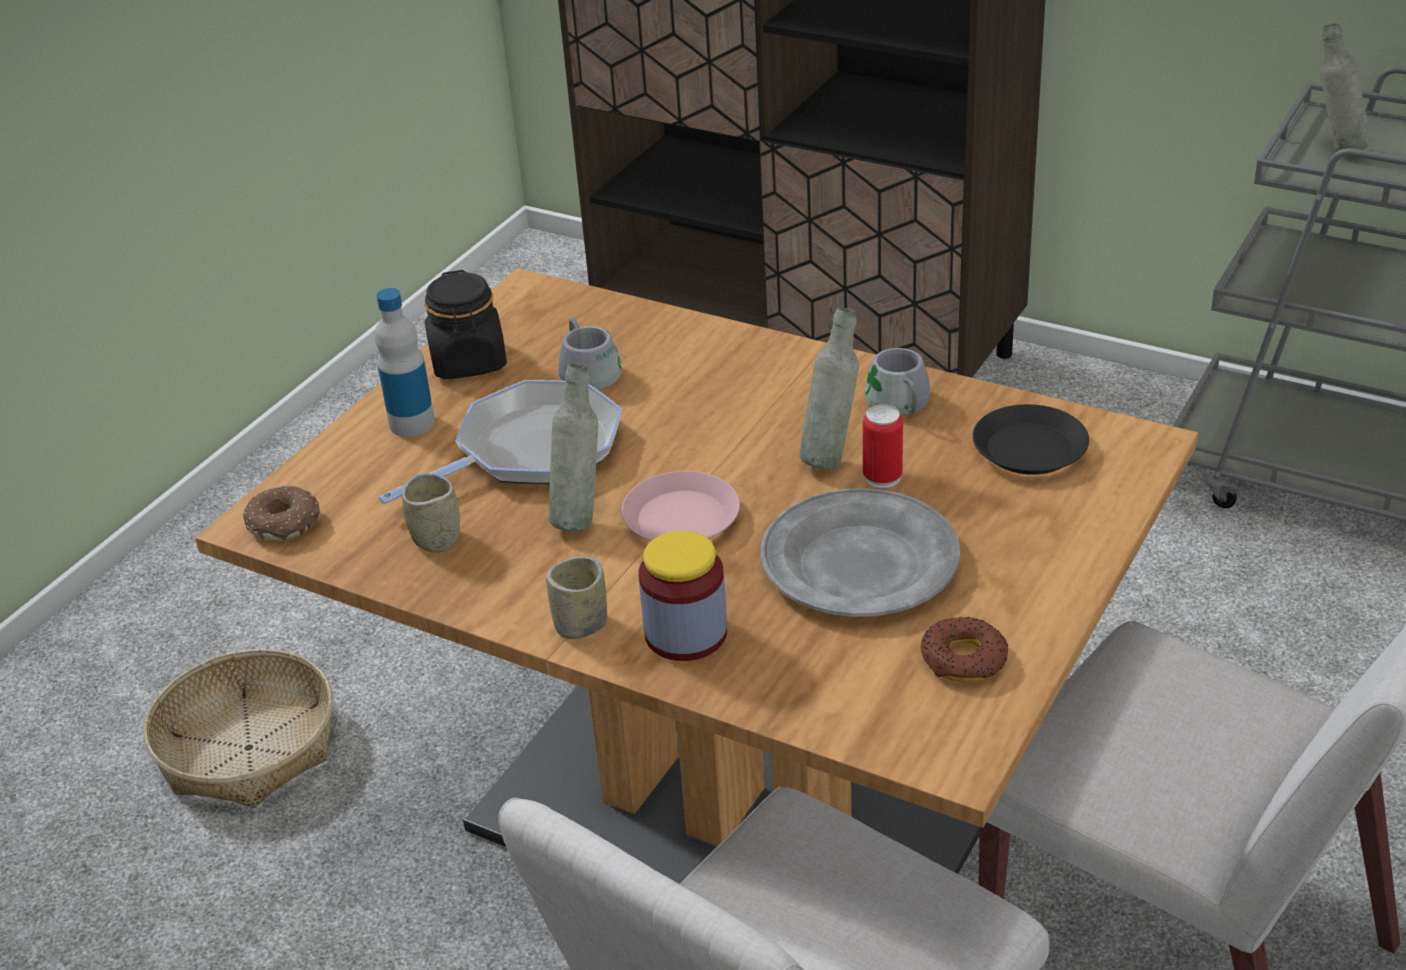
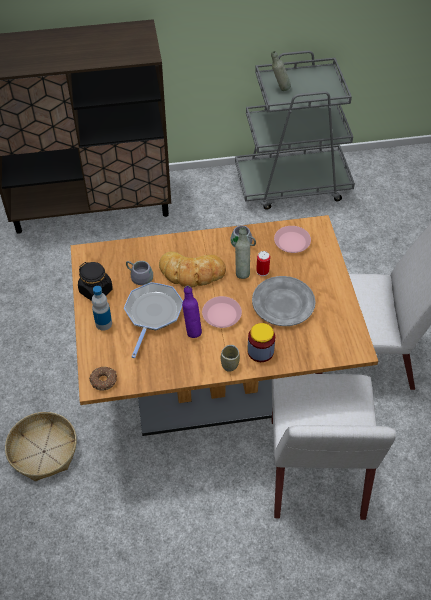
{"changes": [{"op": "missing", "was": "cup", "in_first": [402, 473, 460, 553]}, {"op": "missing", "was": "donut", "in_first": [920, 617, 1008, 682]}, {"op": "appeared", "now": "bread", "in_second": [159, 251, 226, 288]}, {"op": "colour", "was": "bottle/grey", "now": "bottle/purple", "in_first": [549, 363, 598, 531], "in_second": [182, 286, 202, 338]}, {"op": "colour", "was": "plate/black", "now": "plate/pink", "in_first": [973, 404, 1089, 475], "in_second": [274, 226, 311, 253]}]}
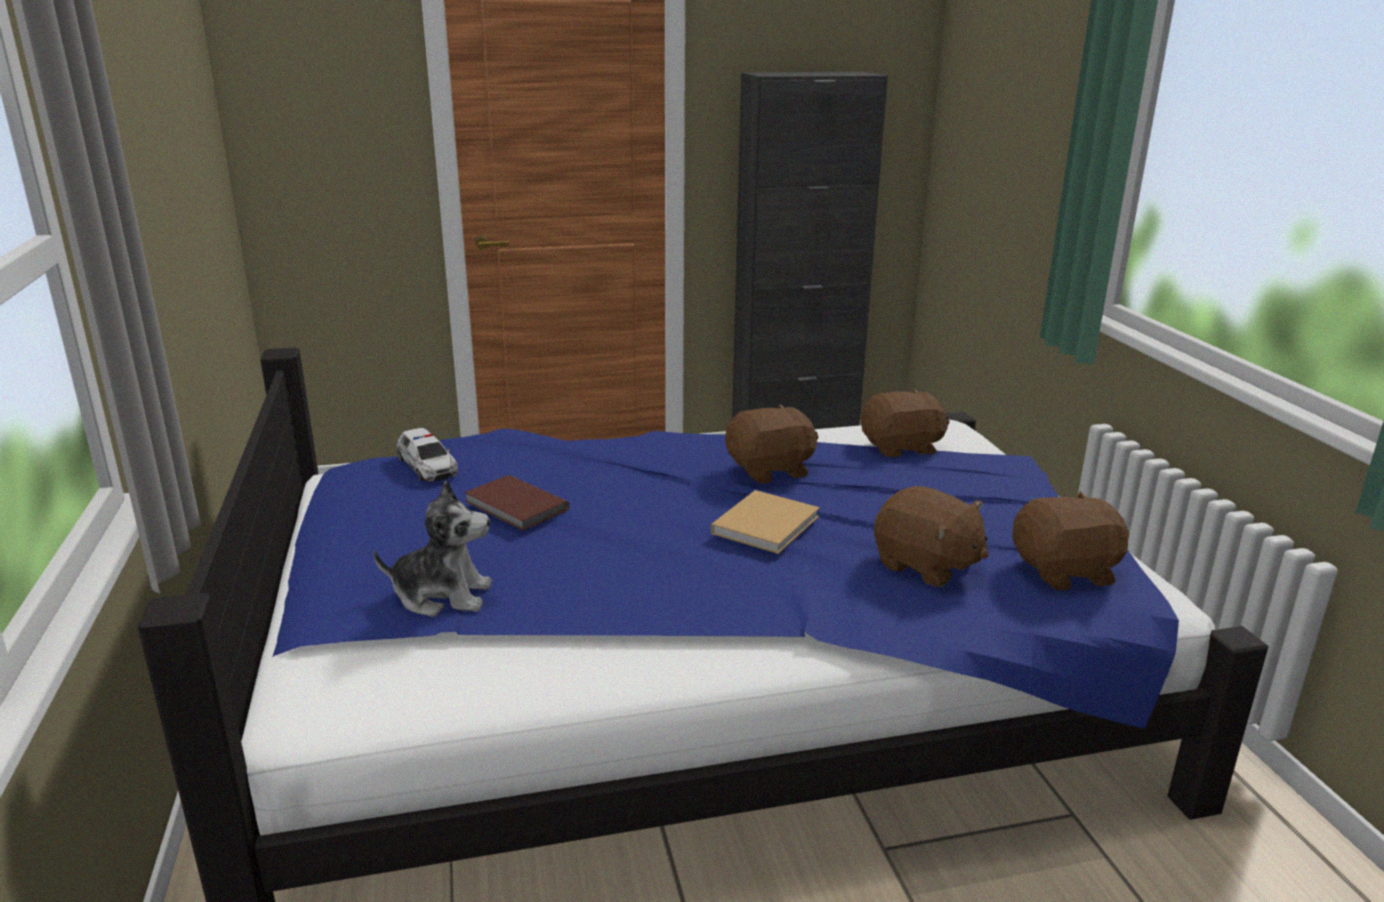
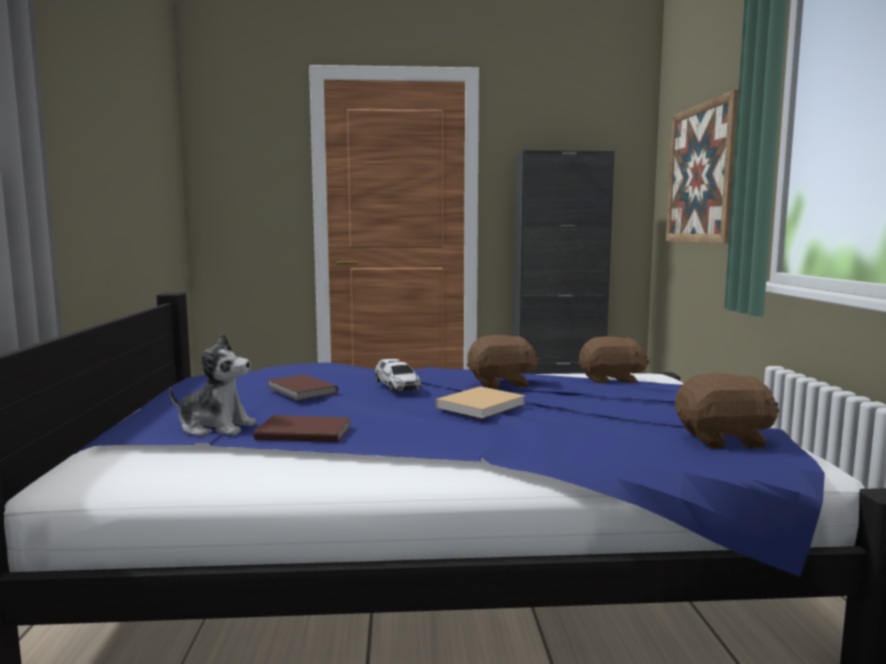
{"changes": [{"op": "missing", "was": "plush toy/brown", "in_first": [874, 486, 989, 587]}, {"op": "appeared", "now": "book/brown", "in_second": [254, 415, 351, 442]}, {"op": "appeared", "now": "picture", "in_second": [666, 90, 739, 243]}, {"op": "relocated", "was": "toy car", "in_first": [397, 428, 458, 482], "in_second": [375, 359, 421, 391]}]}
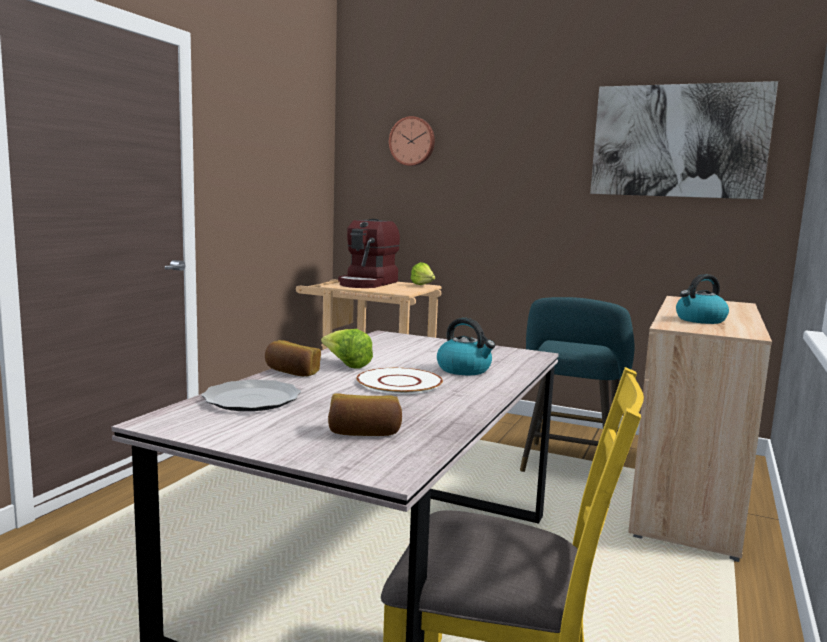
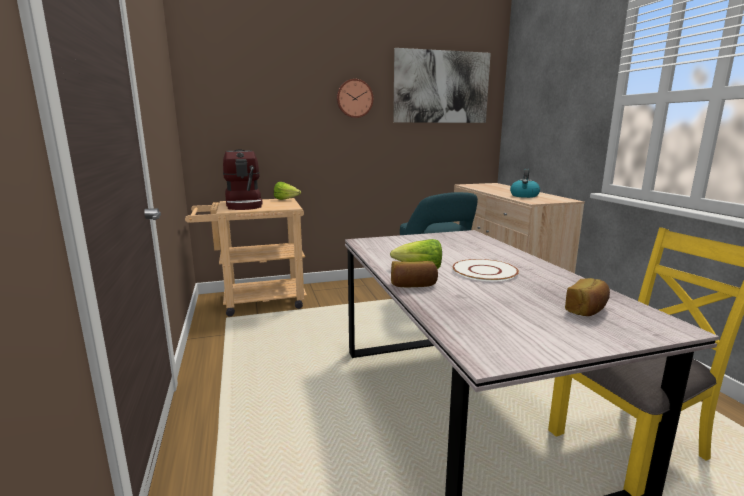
{"changes": [{"op": "missing", "was": "plate", "in_first": [201, 379, 301, 411]}, {"op": "missing", "was": "kettle", "in_first": [437, 318, 495, 375]}, {"op": "relocated", "was": "wall clock", "in_first": [389, 116, 435, 166], "in_second": [337, 79, 373, 118]}]}
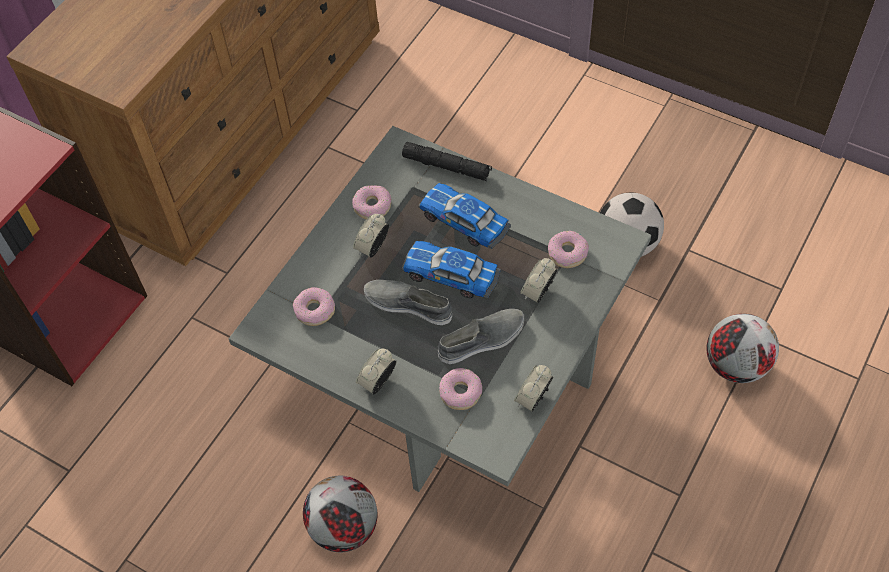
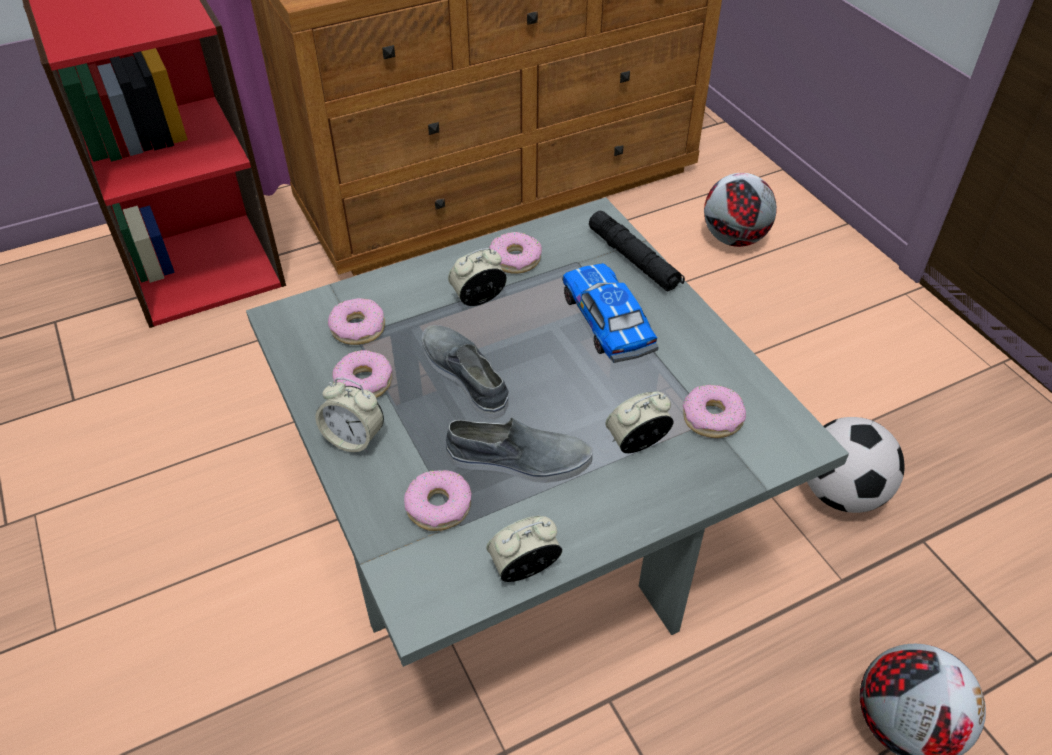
{"changes": [{"op": "missing", "was": "toy car", "in_first": [402, 241, 501, 298]}, {"op": "appeared", "now": "donut", "in_second": [333, 350, 392, 398]}, {"op": "relocated", "was": "football", "in_first": [303, 476, 378, 552], "in_second": [704, 173, 777, 247]}, {"op": "spun", "was": "alarm clock", "in_first": [356, 349, 397, 394], "in_second": [315, 378, 384, 453], "clockwise": -135}]}
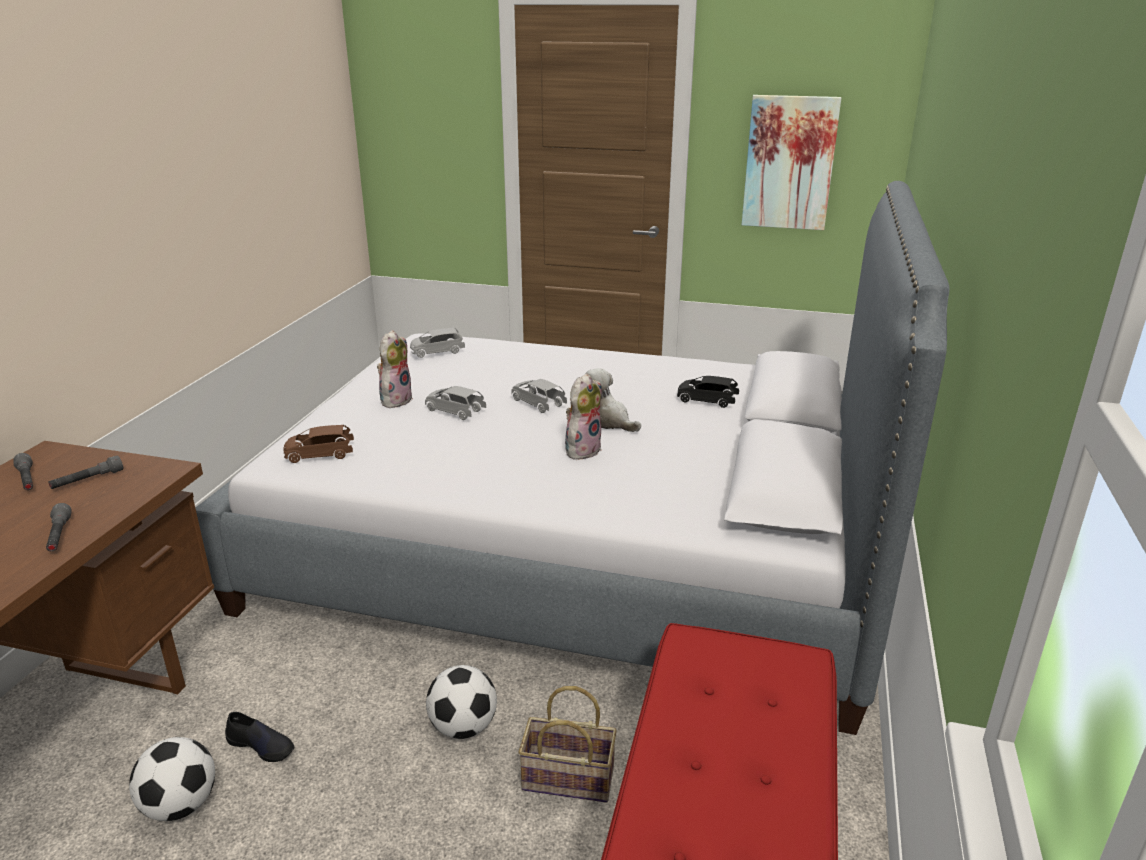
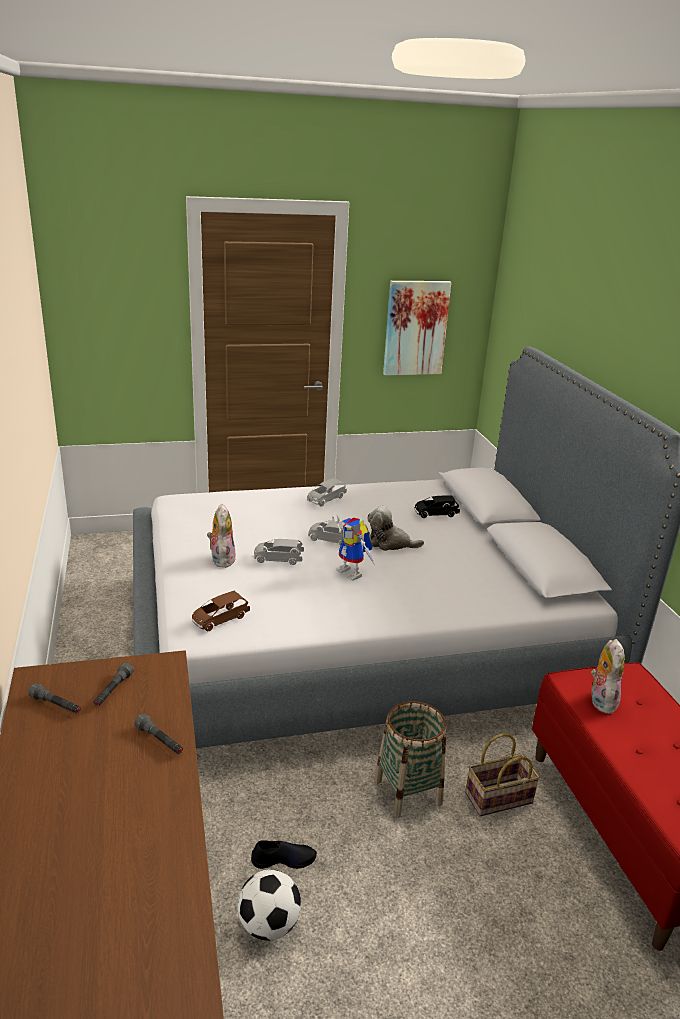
{"changes": [{"op": "appeared", "now": "toy robot", "in_second": [332, 515, 375, 580]}, {"op": "relocated", "was": "toy car/grey", "in_first": [410, 328, 465, 358], "in_second": [307, 478, 347, 507]}, {"op": "relocated", "was": "plush toy", "in_first": [565, 374, 602, 460], "in_second": [591, 639, 625, 714]}, {"op": "exchanged", "was": "football", "now": "basket", "in_first": [426, 665, 497, 739], "in_second": [374, 701, 447, 818]}]}
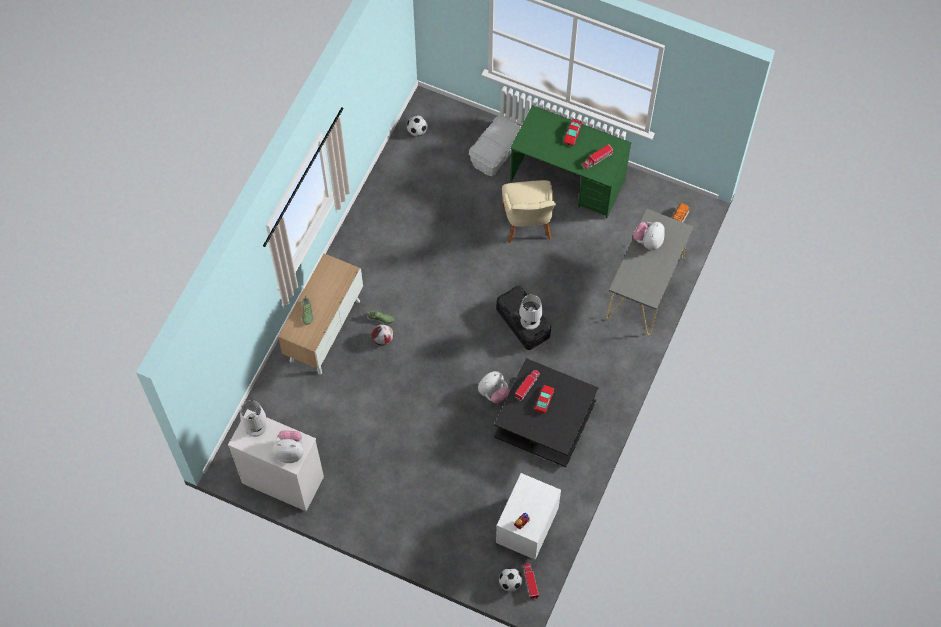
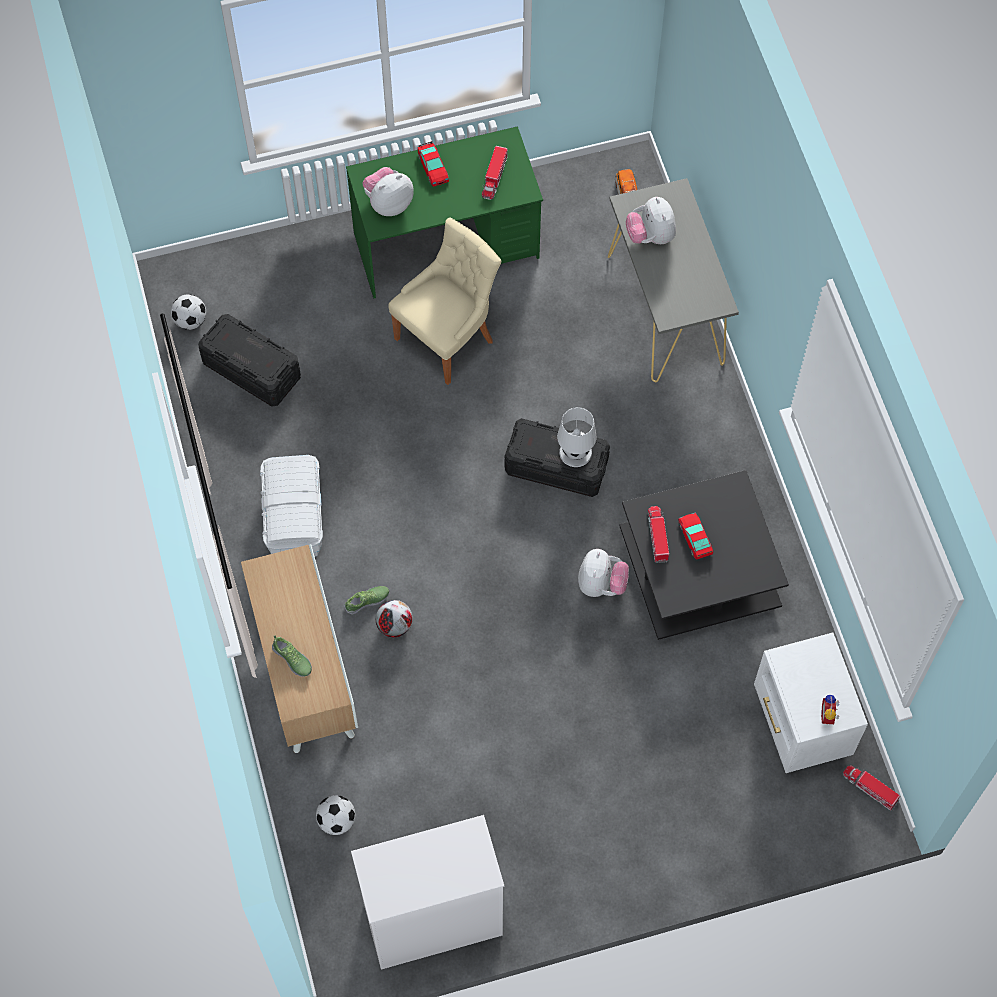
{"changes": [{"op": "missing", "was": "table lamp/white", "in_first": [240, 400, 267, 437]}, {"op": "appeared", "now": "storage box/black", "in_second": [198, 314, 301, 407]}, {"op": "relocated", "was": "plush toy", "in_first": [272, 430, 304, 463], "in_second": [363, 167, 414, 216]}, {"op": "relocated", "was": "storage box/white", "in_first": [469, 116, 521, 176], "in_second": [260, 455, 323, 557]}, {"op": "relocated", "was": "football", "in_first": [499, 568, 522, 592], "in_second": [316, 795, 355, 835]}, {"op": "spun", "was": "chair/beige", "in_first": [502, 180, 556, 243], "in_second": [388, 218, 501, 385], "clockwise": -90}]}
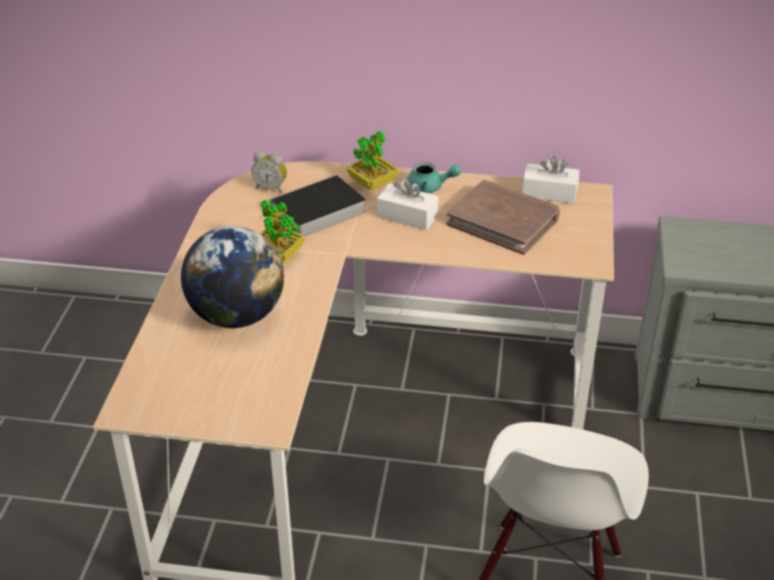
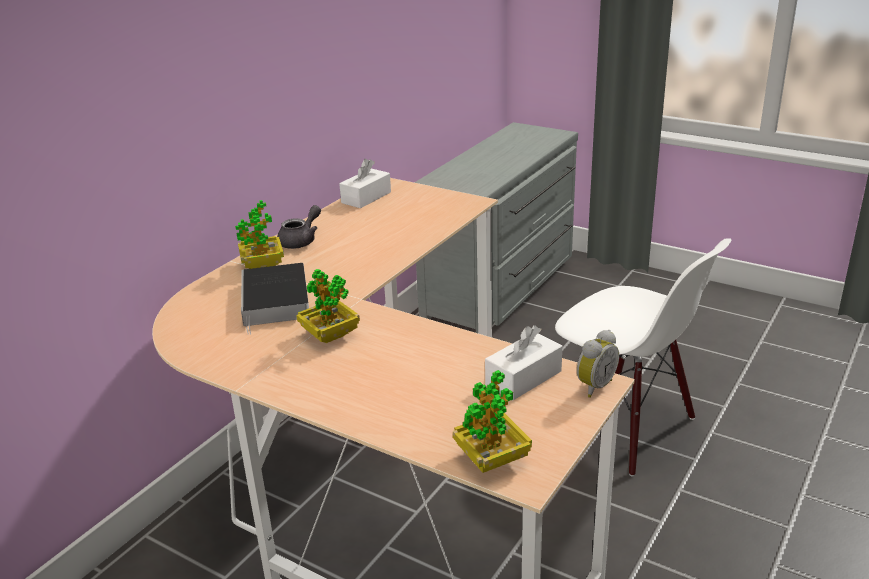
{"changes": [{"op": "missing", "was": "globe", "in_first": [181, 226, 284, 328]}, {"op": "missing", "was": "book/brown", "in_first": [446, 180, 560, 255]}, {"op": "appeared", "now": "potted plant", "in_second": [453, 370, 532, 473]}, {"op": "relocated", "was": "alarm clock", "in_first": [252, 150, 287, 194], "in_second": [577, 330, 619, 398]}, {"op": "relocated", "was": "tissue box/white", "in_first": [377, 178, 438, 230], "in_second": [485, 325, 562, 401]}, {"op": "colour", "was": "teapot/turquoise", "now": "teapot/grey", "in_first": [407, 162, 461, 193], "in_second": [277, 205, 321, 249]}]}
